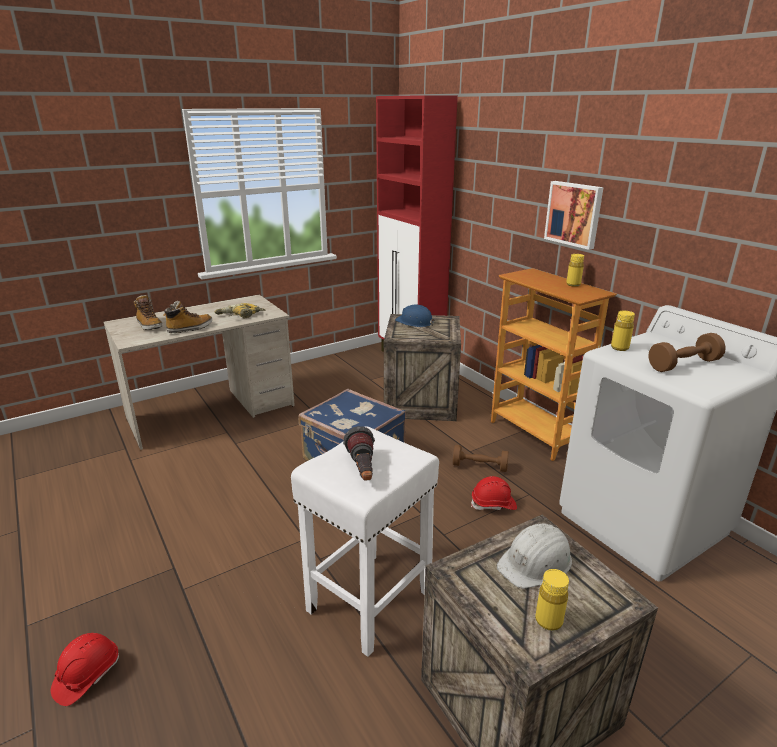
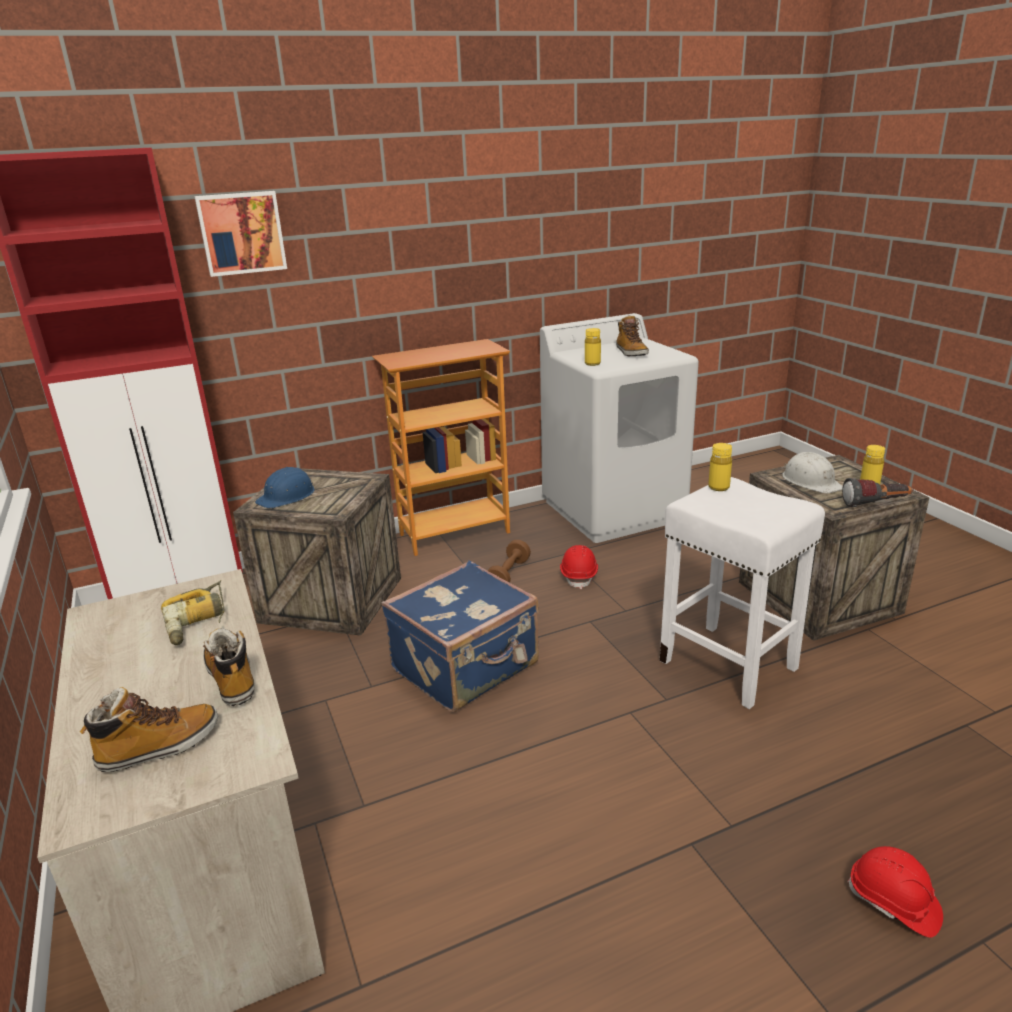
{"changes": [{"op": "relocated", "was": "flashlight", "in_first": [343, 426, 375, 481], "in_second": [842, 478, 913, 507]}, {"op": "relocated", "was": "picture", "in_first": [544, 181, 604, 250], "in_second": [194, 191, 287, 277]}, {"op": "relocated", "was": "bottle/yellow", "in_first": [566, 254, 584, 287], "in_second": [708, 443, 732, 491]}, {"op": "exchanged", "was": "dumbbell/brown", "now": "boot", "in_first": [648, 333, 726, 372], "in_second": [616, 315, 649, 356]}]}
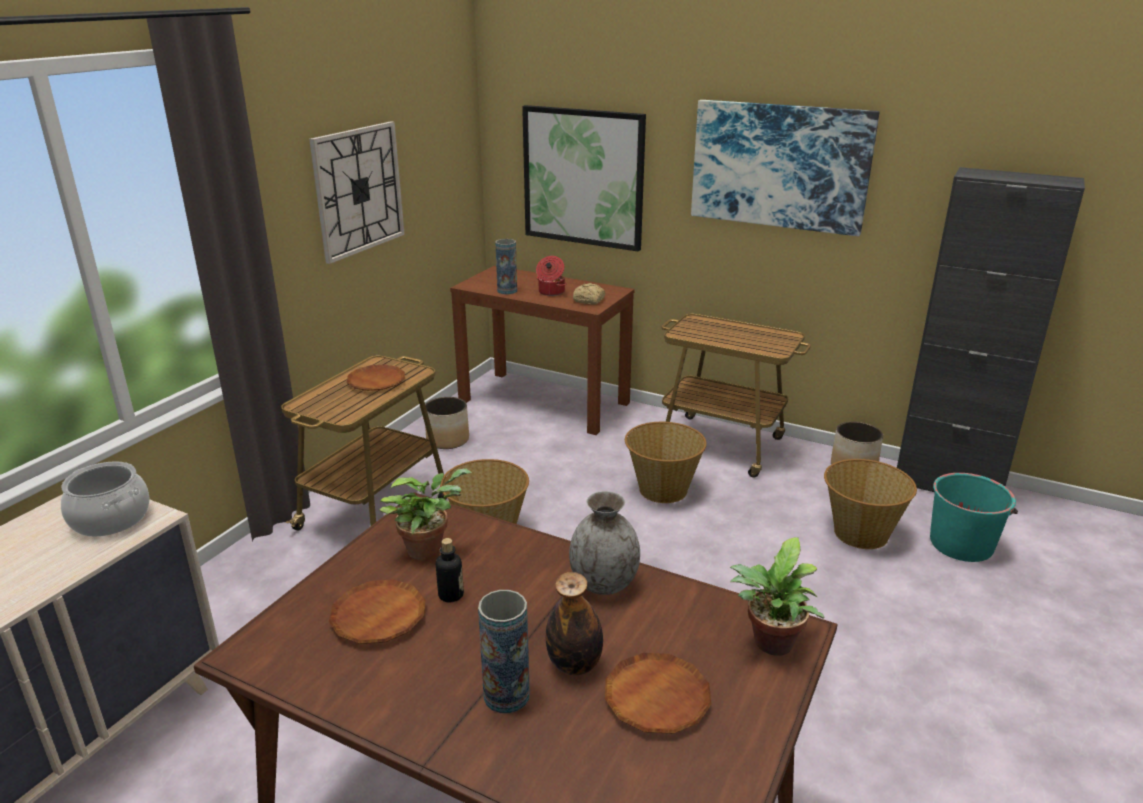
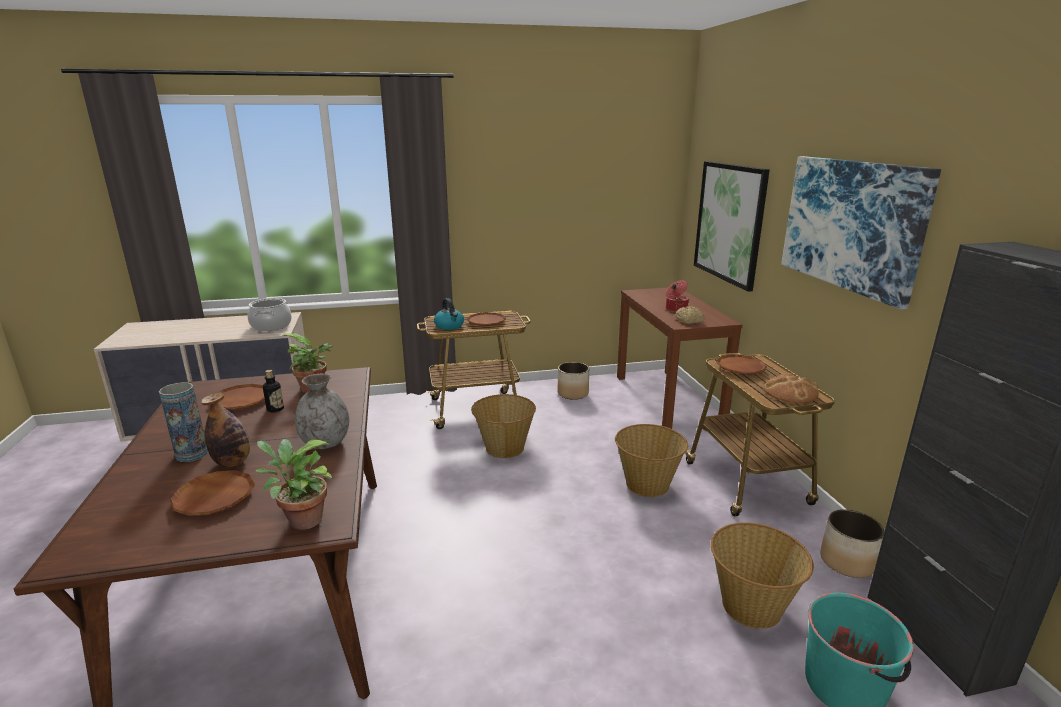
{"changes": [{"op": "missing", "was": "wall clock", "in_first": [309, 121, 405, 264]}, {"op": "missing", "was": "vase", "in_first": [495, 239, 517, 294]}, {"op": "appeared", "now": "kettle", "in_second": [434, 298, 464, 330]}, {"op": "appeared", "now": "plate/brown", "in_second": [716, 355, 767, 374]}, {"op": "appeared", "now": "bread", "in_second": [763, 373, 819, 403]}]}
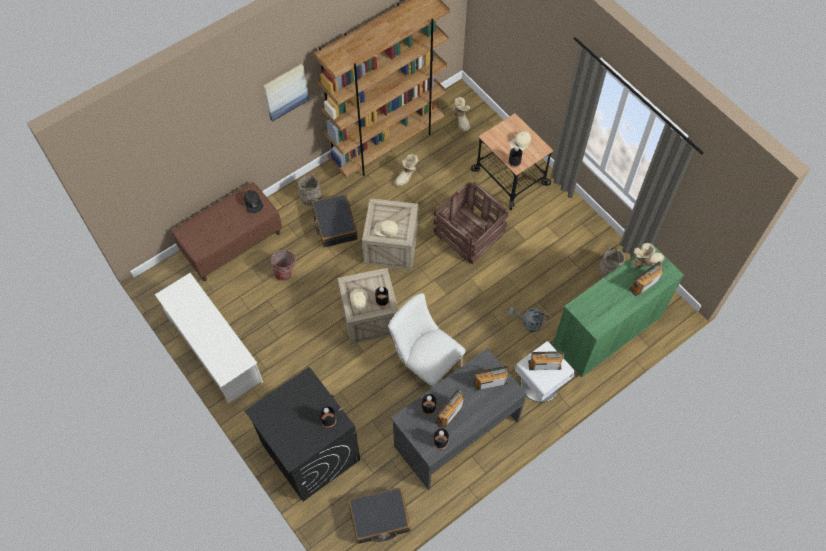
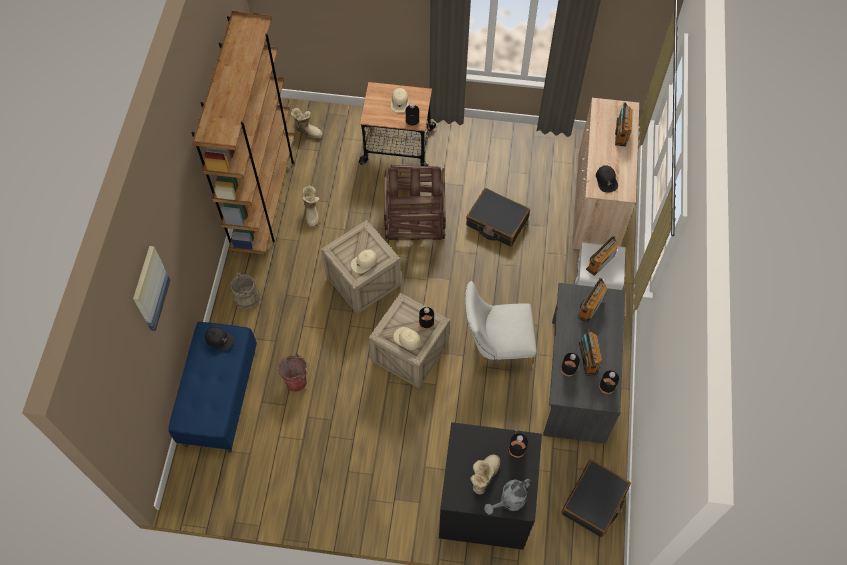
{"changes": [{"op": "missing", "was": "shoe rack/white", "in_first": [155, 273, 263, 404]}, {"op": "missing", "was": "bucket/beige", "in_first": [598, 247, 625, 277]}, {"op": "appeared", "now": "cap/black", "in_second": [596, 165, 618, 193]}, {"op": "relocated", "was": "picture", "in_first": [263, 64, 309, 122], "in_second": [133, 246, 170, 331]}, {"op": "relocated", "was": "suitcase/black", "in_first": [312, 194, 358, 248], "in_second": [466, 188, 530, 247]}, {"op": "relocated", "was": "watering can/grey", "in_first": [508, 307, 549, 332], "in_second": [484, 479, 531, 514]}, {"op": "relocated", "was": "boot", "in_first": [631, 243, 664, 268], "in_second": [470, 455, 500, 495]}, {"op": "colour", "was": "bench/brown", "now": "bench/blue", "in_first": [172, 182, 282, 281], "in_second": [169, 322, 257, 453]}, {"op": "colour", "was": "cabinet/green", "now": "cabinet/beige", "in_first": [552, 243, 684, 378], "in_second": [572, 98, 639, 250]}]}
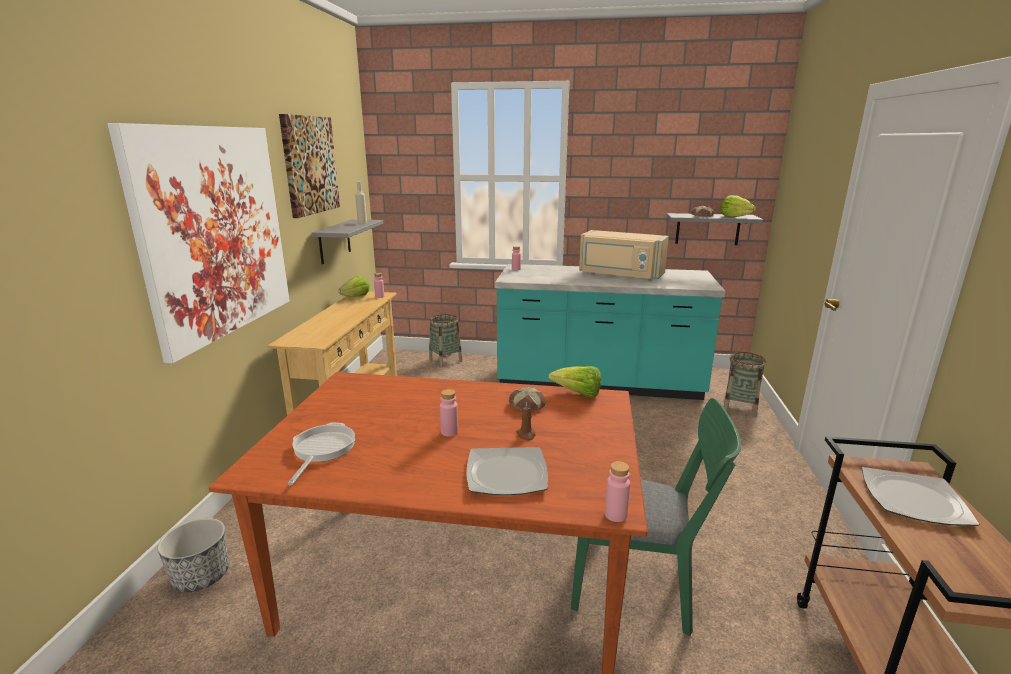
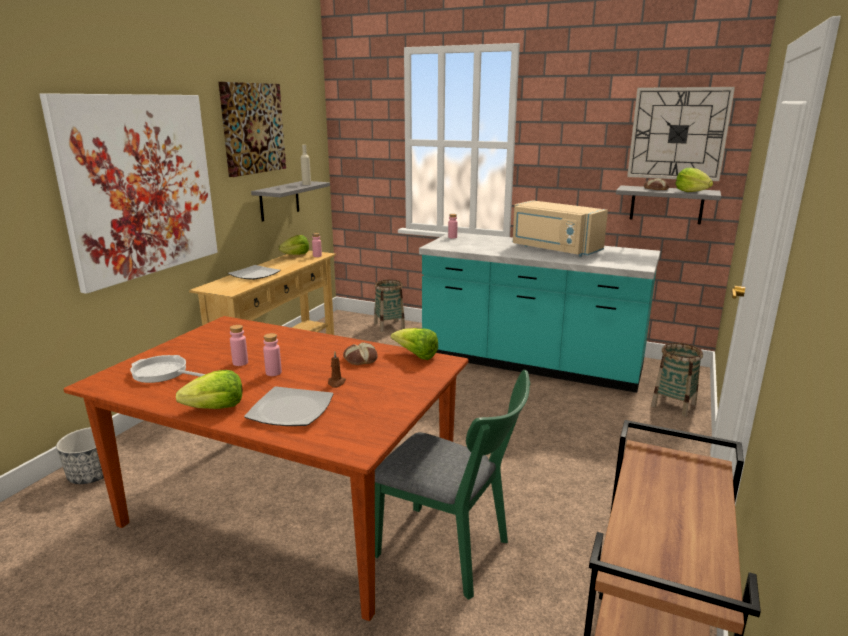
{"changes": [{"op": "appeared", "now": "lettuce", "in_second": [176, 370, 242, 409]}, {"op": "appeared", "now": "wall clock", "in_second": [627, 87, 735, 181]}, {"op": "relocated", "was": "bottle/pink", "in_first": [605, 461, 630, 522], "in_second": [230, 325, 248, 366]}, {"op": "relocated", "was": "plate", "in_first": [862, 467, 979, 526], "in_second": [228, 265, 281, 280]}, {"op": "spun", "was": "frying pan", "in_first": [288, 423, 355, 485], "in_second": [130, 355, 205, 383], "clockwise": -90}]}
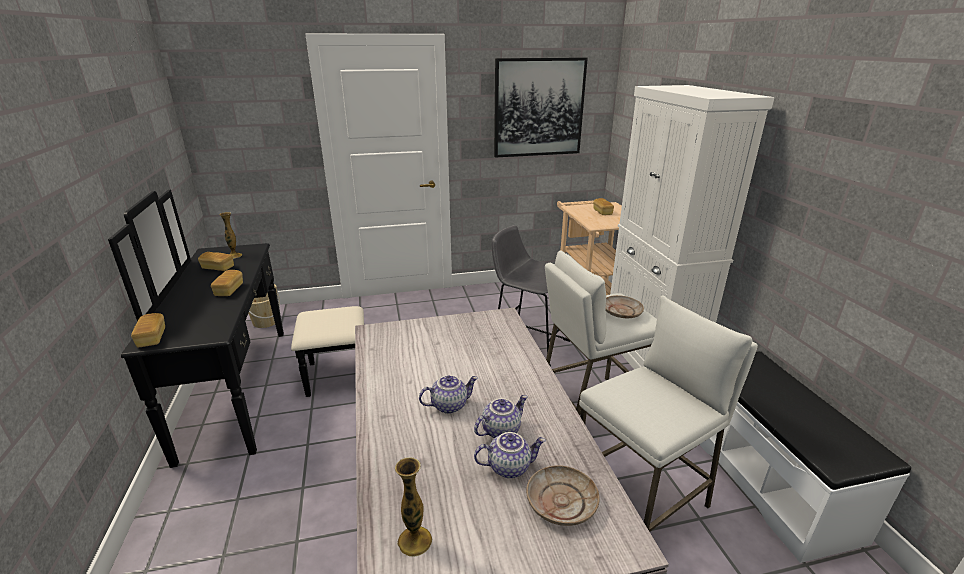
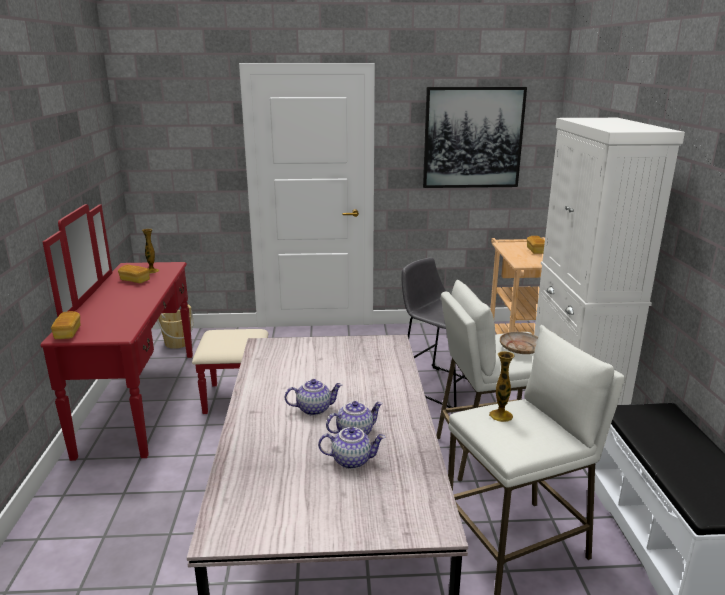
{"changes": [{"op": "missing", "was": "bread", "in_first": [211, 270, 243, 296]}, {"op": "missing", "was": "plate/beige", "in_first": [526, 465, 599, 526]}, {"op": "relocated", "was": "vase", "in_first": [395, 457, 432, 557], "in_second": [489, 351, 515, 422]}, {"op": "colour", "was": "dresser/black", "now": "dresser/red", "in_first": [108, 190, 364, 468], "in_second": [40, 204, 268, 461]}]}
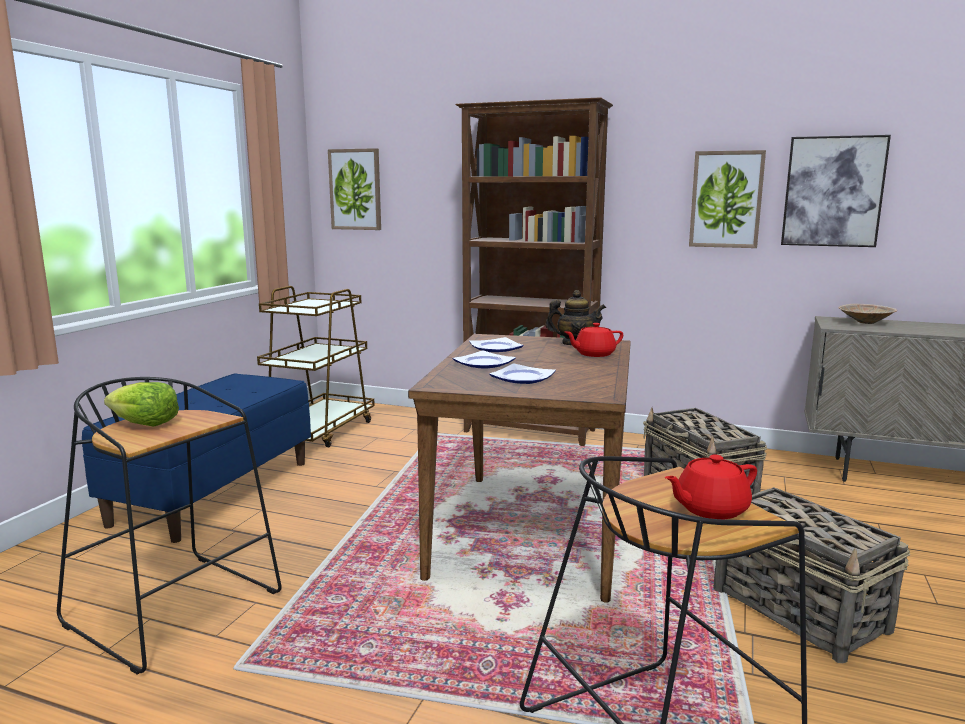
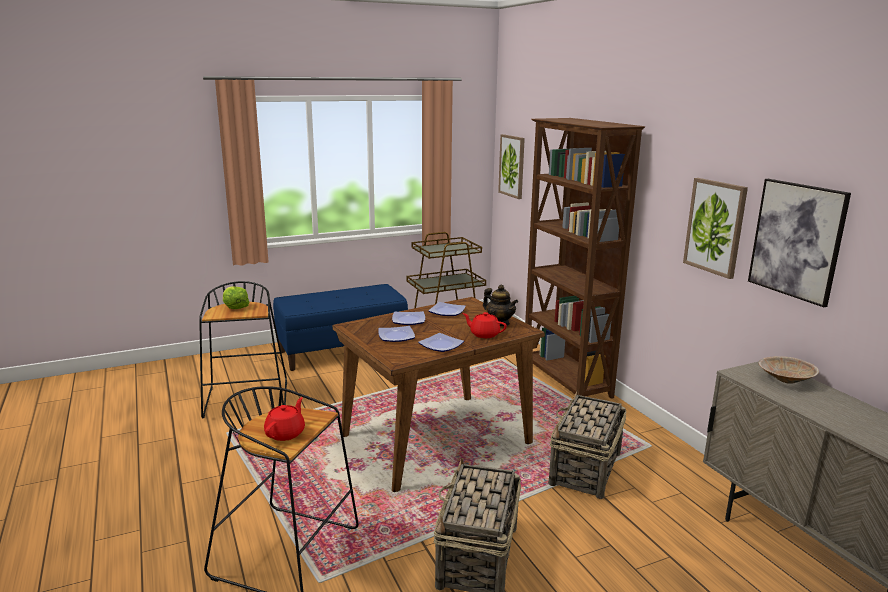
{"changes": [{"op": "appeared", "now": "plate", "in_second": [418, 333, 464, 352]}, {"op": "spun", "was": "teapot/red", "in_first": [665, 454, 757, 519], "in_second": [264, 397, 305, 441], "clockwise": 90}]}
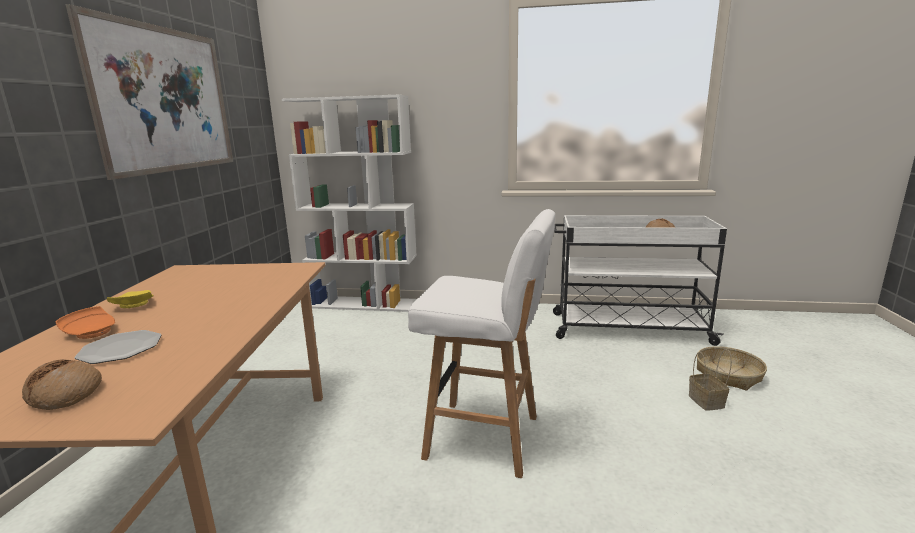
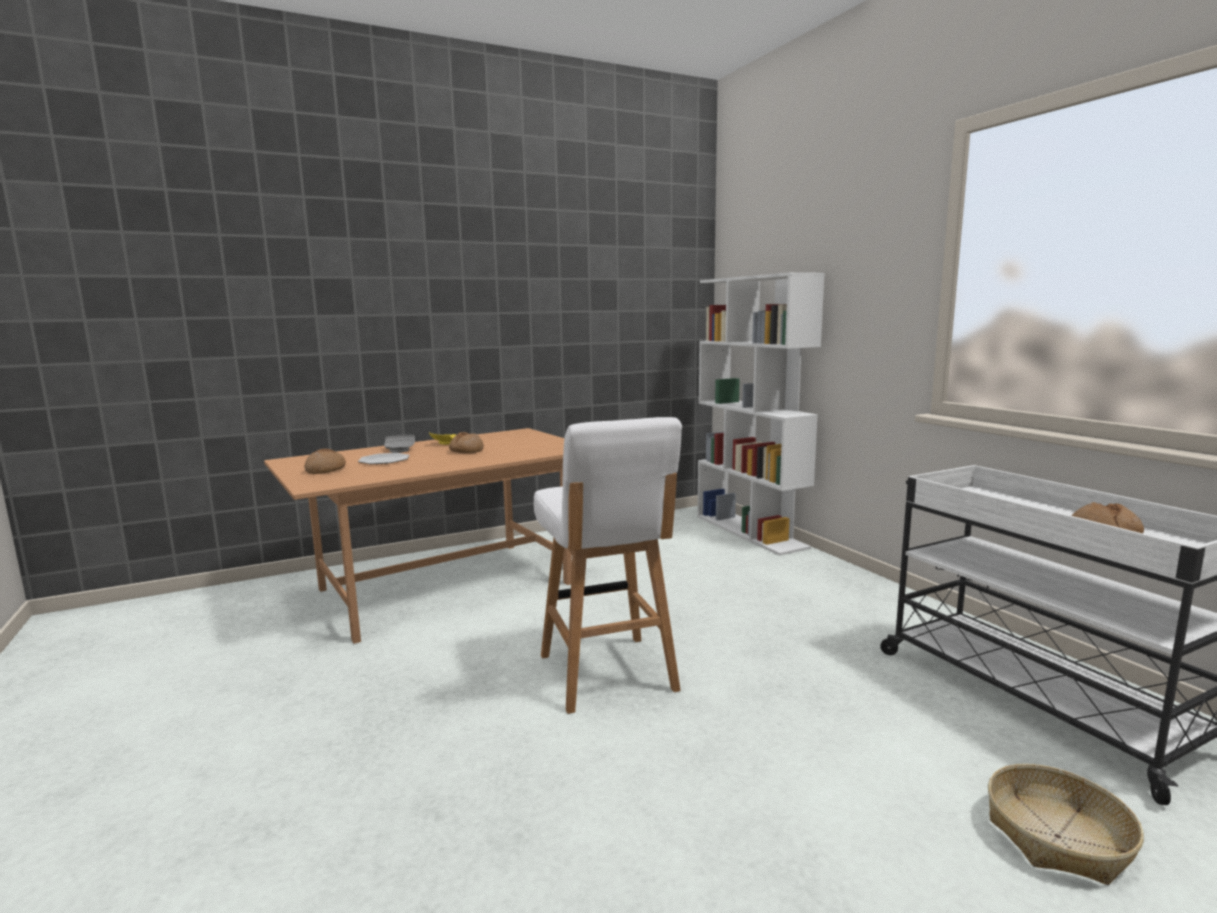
{"changes": [{"op": "missing", "was": "picture", "in_first": [66, 4, 233, 180]}, {"op": "missing", "was": "basket", "in_first": [689, 349, 732, 411]}, {"op": "appeared", "now": "bread", "in_second": [449, 432, 484, 454]}, {"op": "colour", "was": "plate/orange", "now": "plate/grey", "in_first": [56, 306, 115, 339], "in_second": [384, 435, 415, 453]}]}
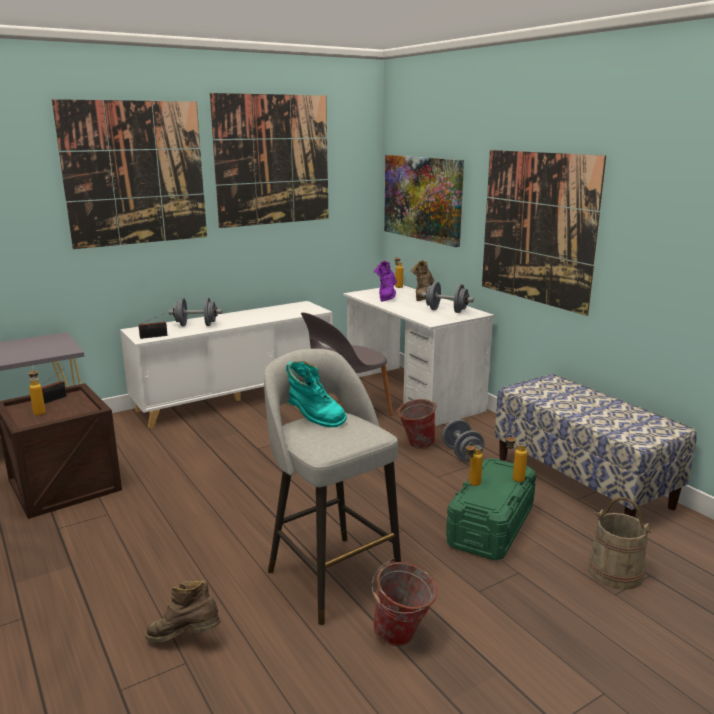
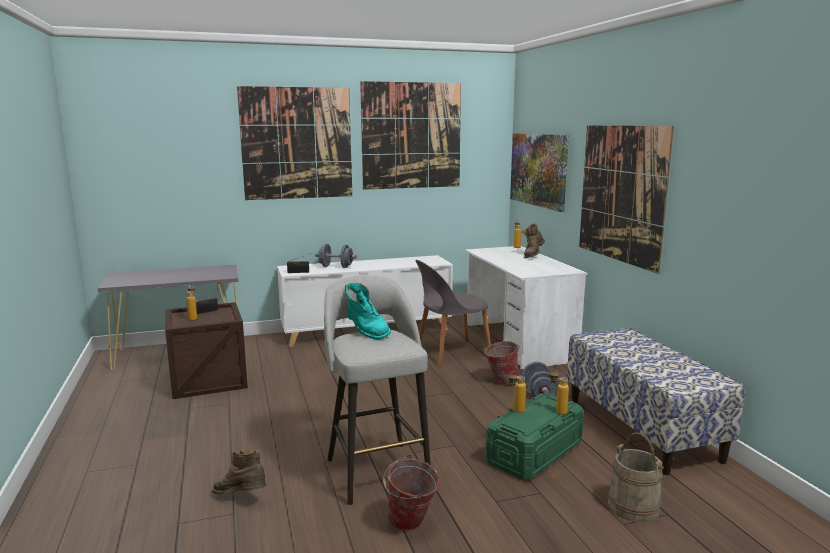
{"changes": [{"op": "missing", "was": "boot/purple", "in_first": [374, 260, 397, 301]}, {"op": "missing", "was": "dumbbell/grey", "in_first": [421, 282, 474, 313]}]}
